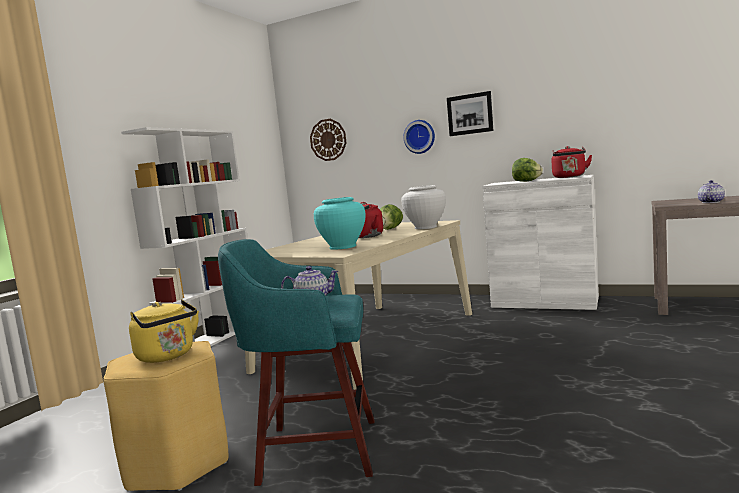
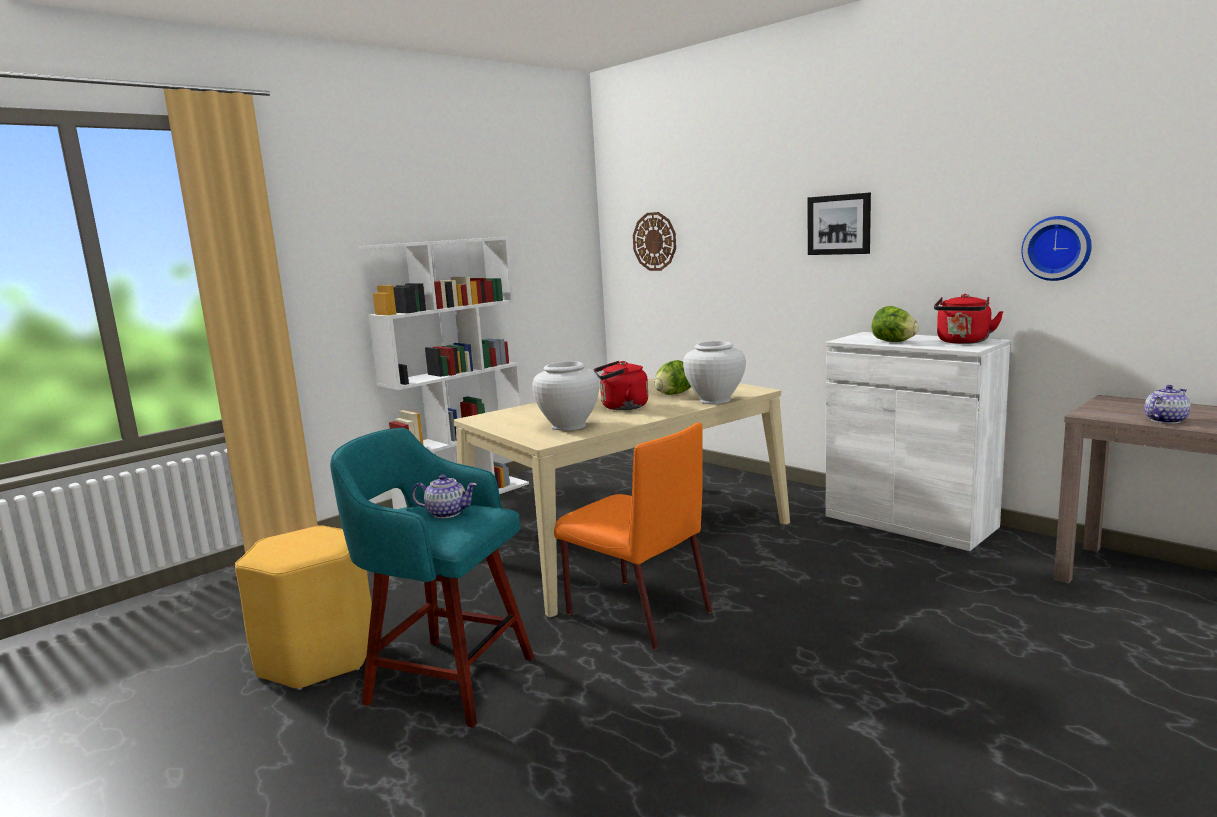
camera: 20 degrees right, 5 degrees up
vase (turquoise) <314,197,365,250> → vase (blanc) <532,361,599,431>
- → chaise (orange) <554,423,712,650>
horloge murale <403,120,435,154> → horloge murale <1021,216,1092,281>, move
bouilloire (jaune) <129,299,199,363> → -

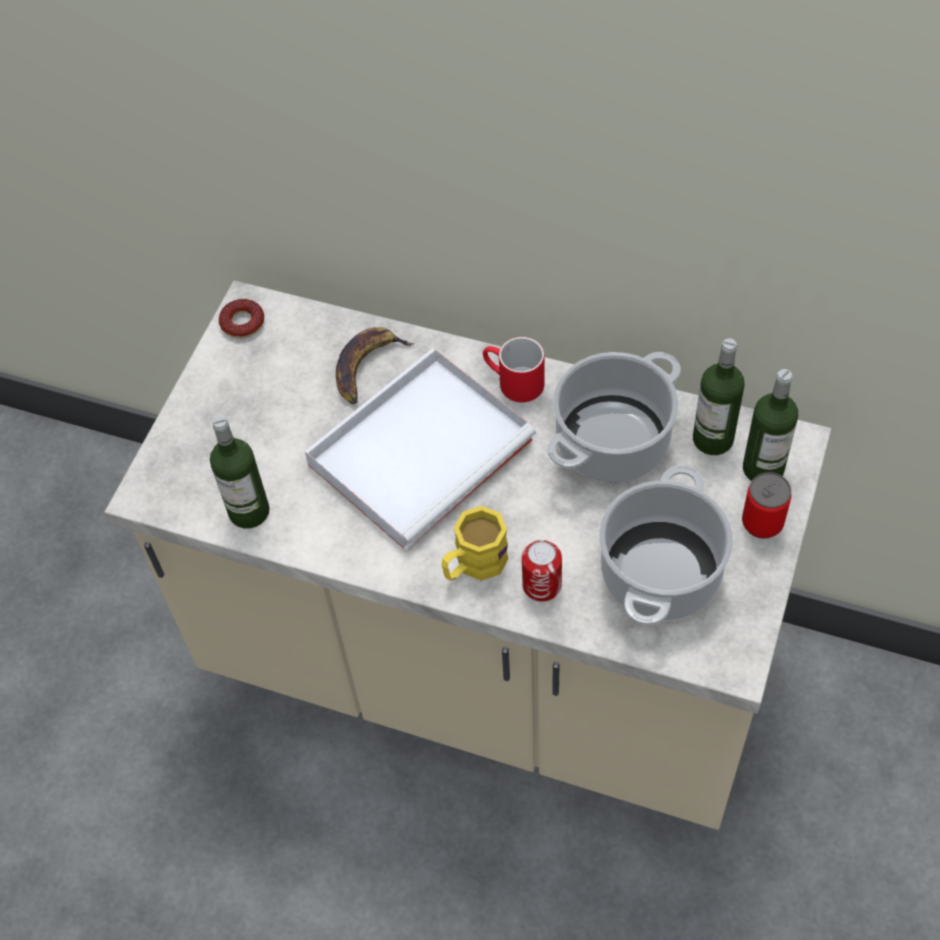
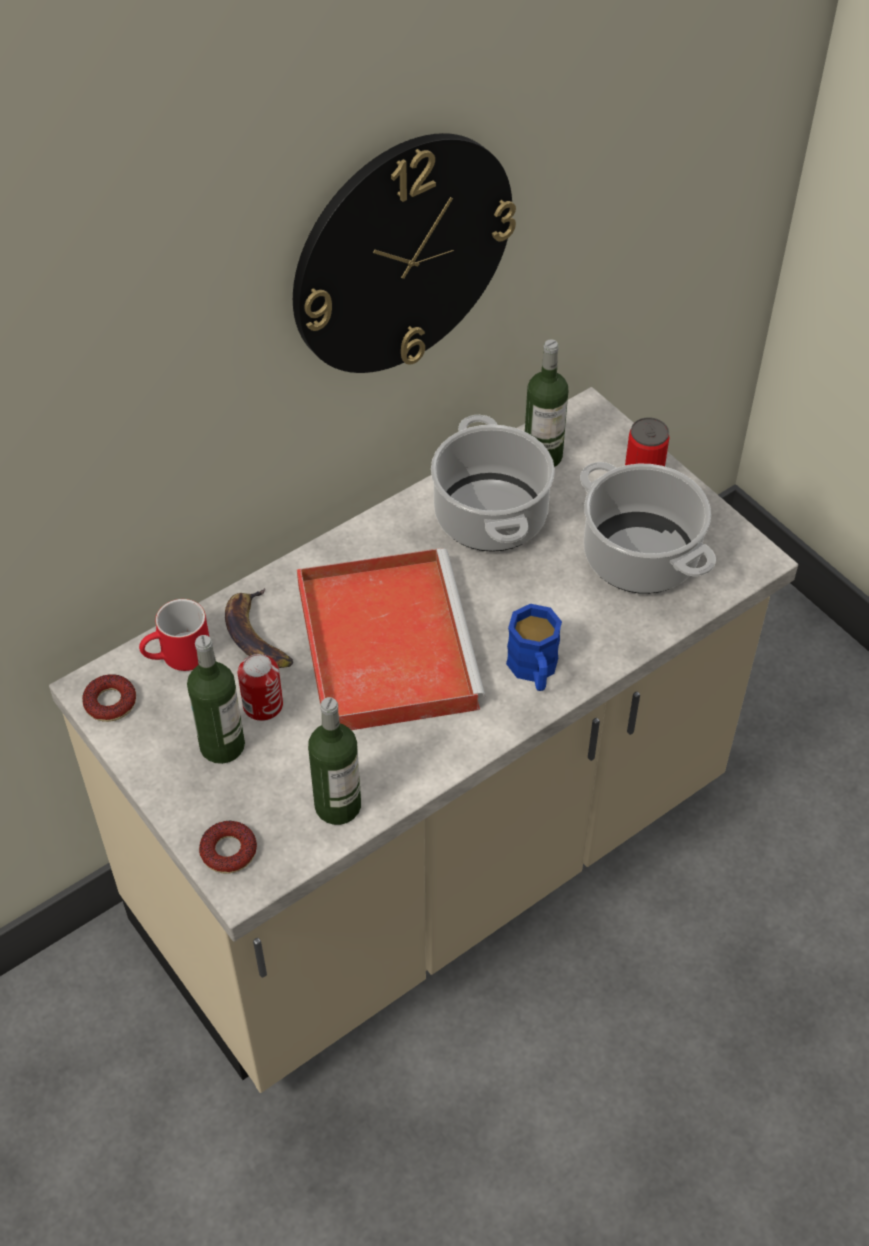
camera: 60 degrees left, 5 degrees down
mug (rouge) <483,337,544,402> → mug (rouge) <139,599,209,671>, move
bouteille <743,369,798,481> → bouteille <187,635,245,764>, move
- → beignet <199,821,257,874>
boîte métallique <522,540,562,601> → boîte métallique <238,654,283,721>, move
- → horloge murale <293,133,516,373>
plateau (blanc) <305,348,536,550> → plateau (rouge) <297,548,486,730>
mug (jaune) <441,506,509,581> → mug (bleu) <506,604,562,691>

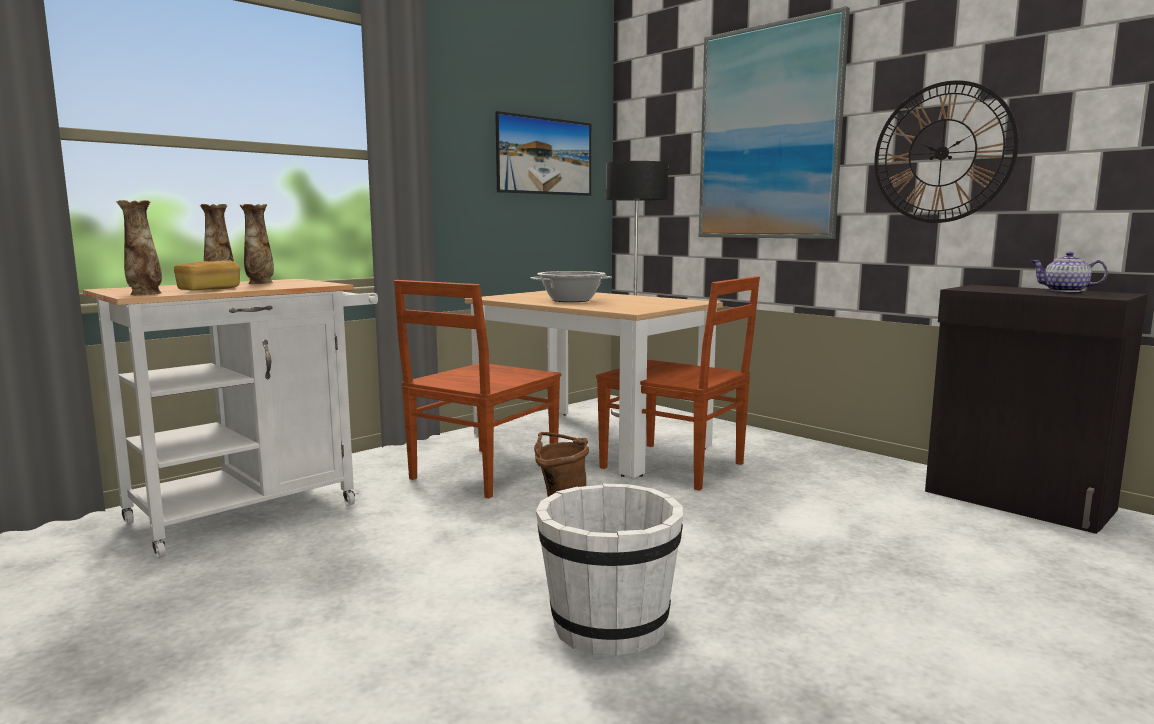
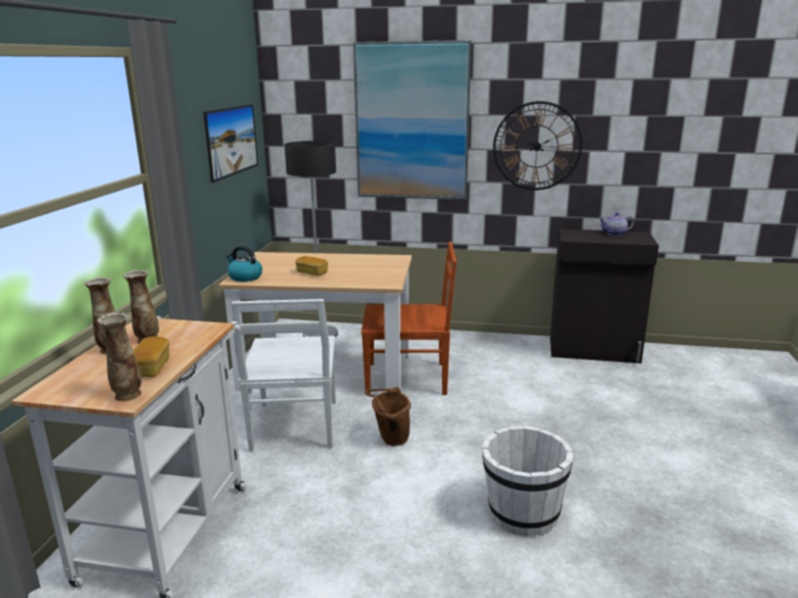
camera: 35 degrees left, 10 degrees up
- → bouilloire <226,246,262,282>
chaise (marron) <394,280,561,498> → chaise (blanc) <232,299,336,452>
marmite <530,271,612,302> → pain <295,256,328,276>

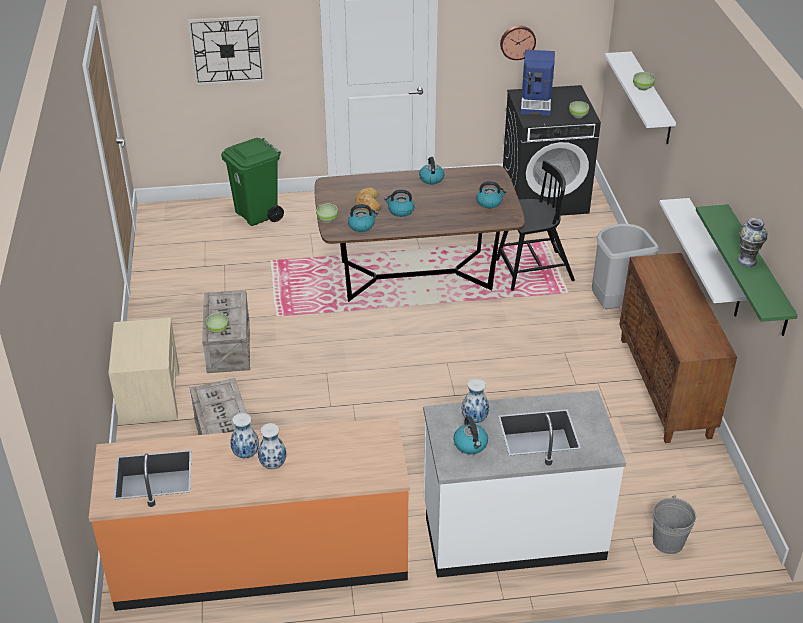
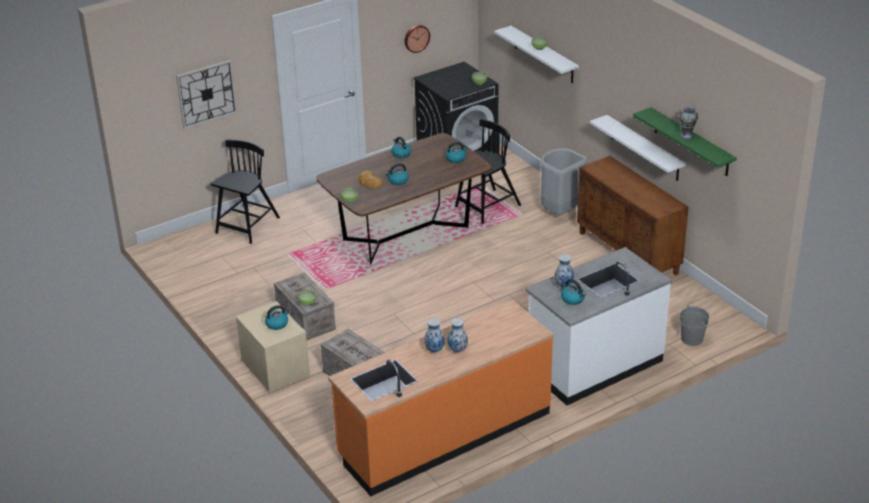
camera: 25 degrees left, 5 degrees down
poubelle (vert) <221,138,284,226> → chaise (noir) <211,140,280,244>
bouilloire <348,204,378,232> → bouilloire <265,305,290,330>, move
machine à café <520,50,555,116> → -

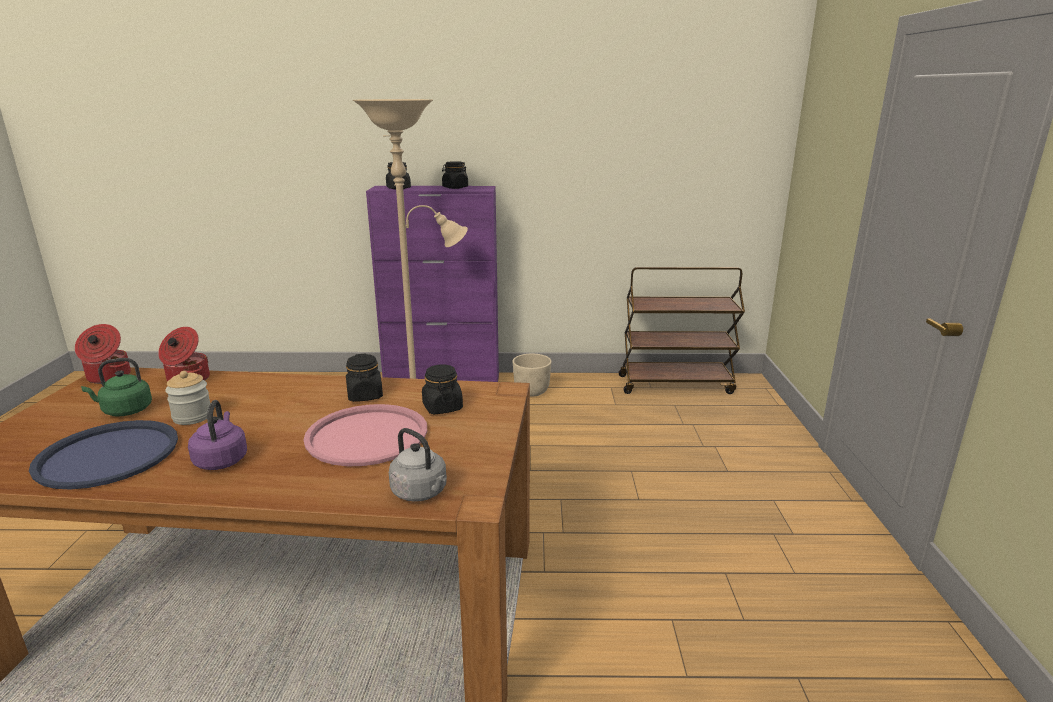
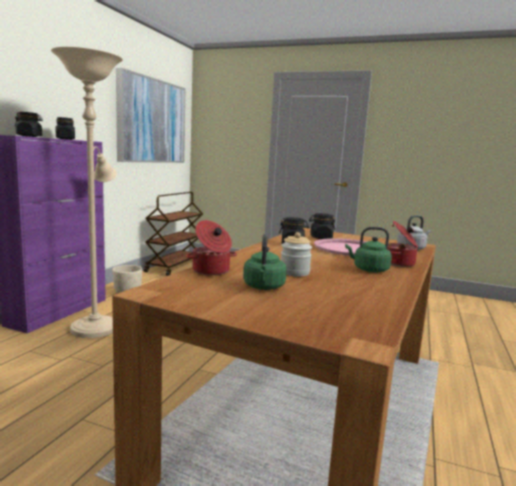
camera: 70 degrees left, 10 degrees down
- → tableau <116,68,186,163>
bouilloire (violet) <188,400,247,470> → bouilloire (vert) <345,227,392,273>
marmite <75,324,131,384> → marmite <387,221,418,267>, move
plateau (bleu) <29,420,178,489> → -

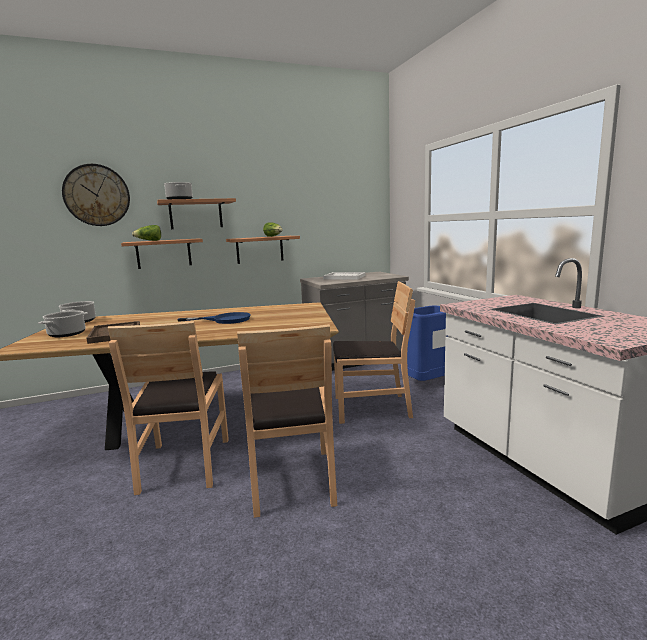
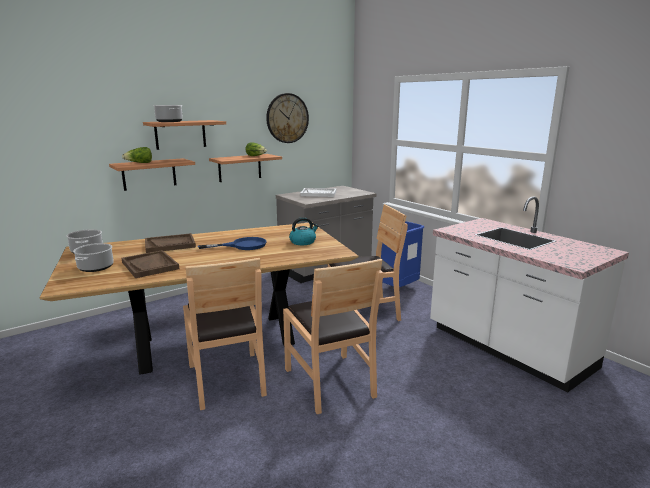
camera: 15 degrees left, 5 degrees up
- → plateau (marron) <145,233,196,253>
horloge murale <62,164,130,226> → horloge murale <266,93,309,143>, move
- → bouilloire <289,217,319,245>

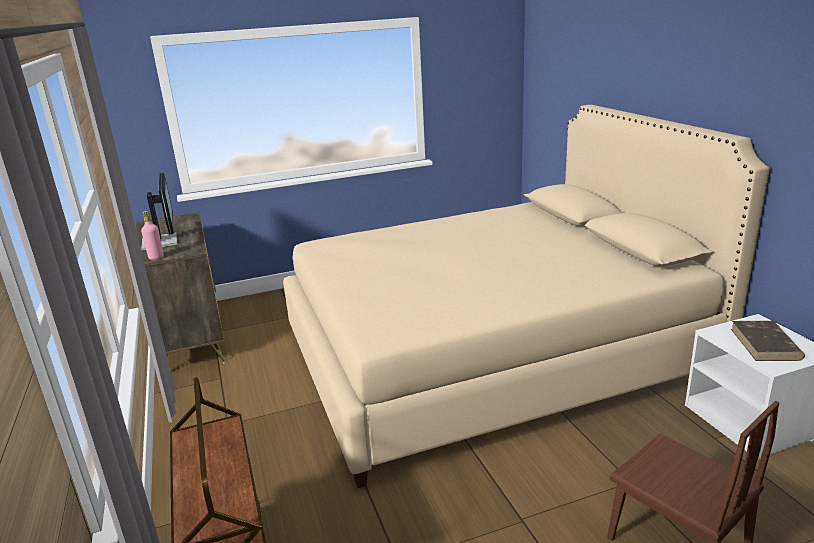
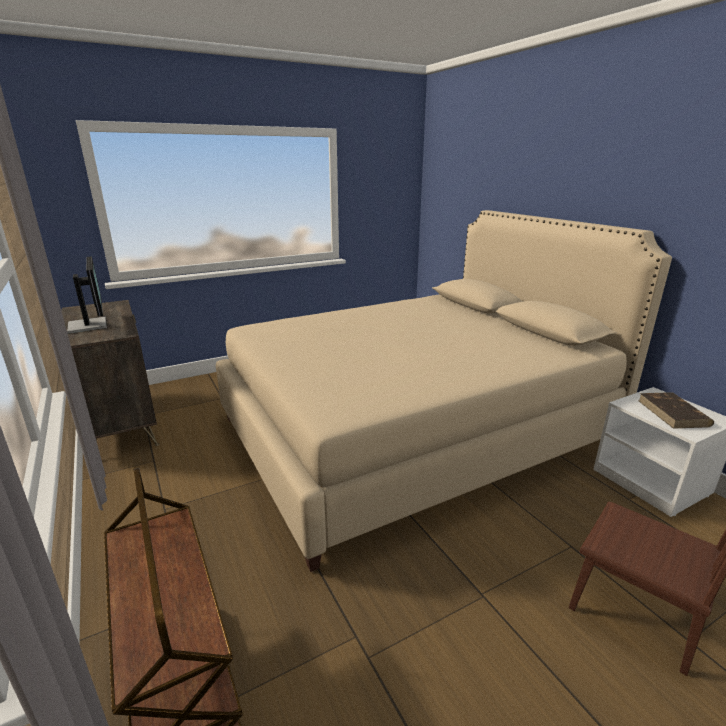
camera: 10 degrees left, 0 degrees up
bouteille (rose) <141,211,164,260> → -

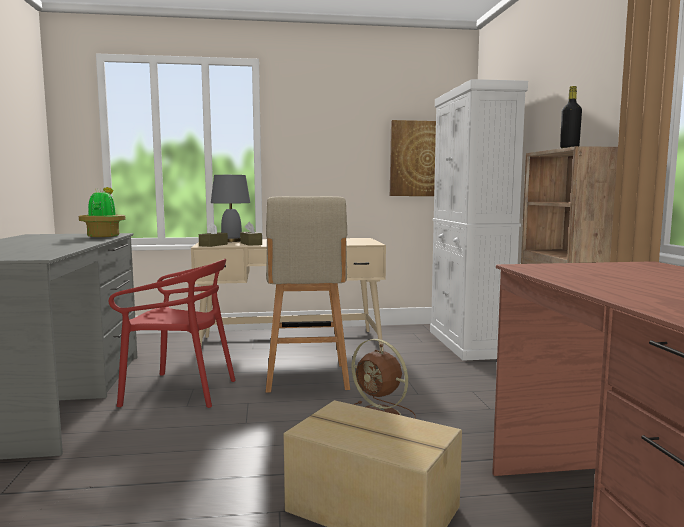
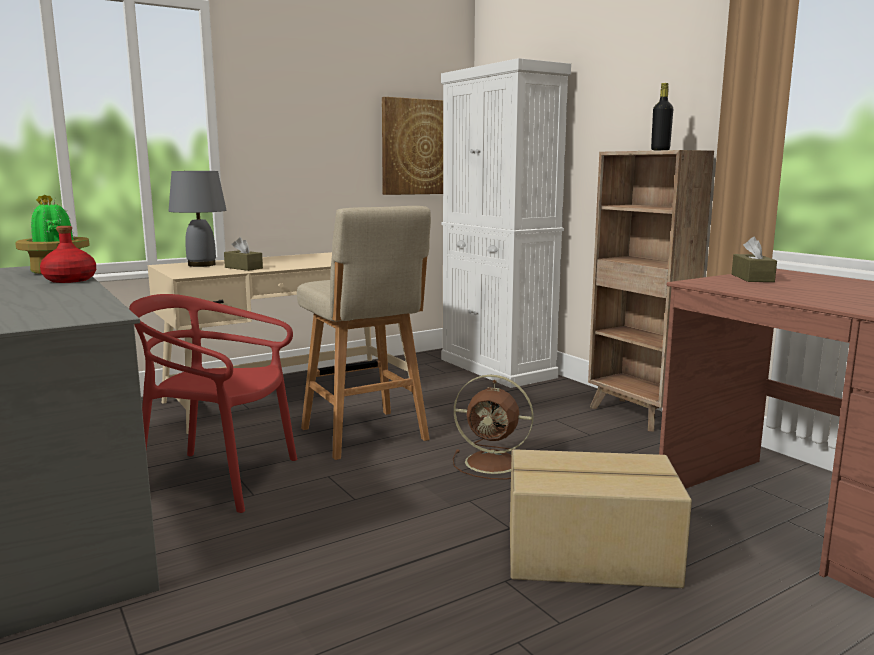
camera: 25 degrees left, 5 degrees up
- → bouteille (rouge) <40,226,96,283>
chaise (rouge) <109,259,236,408> → chaise (rouge) <129,294,297,513>, 150 degrees counterclockwise
boîte à mouchoirs (marron) <199,222,228,247> → boîte à mouchoirs (marron) <732,236,777,282>, move

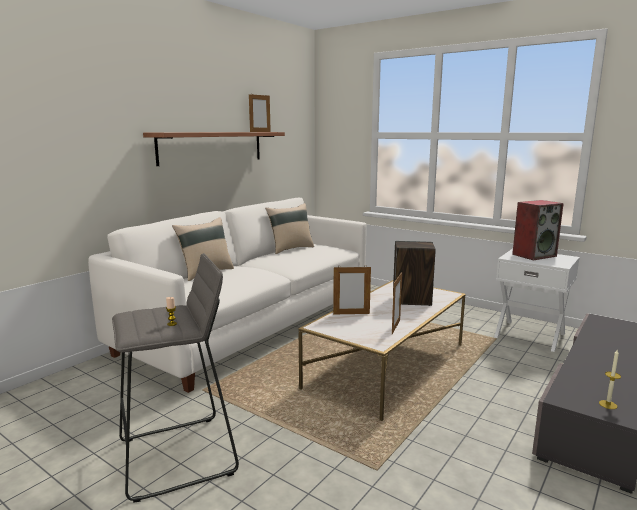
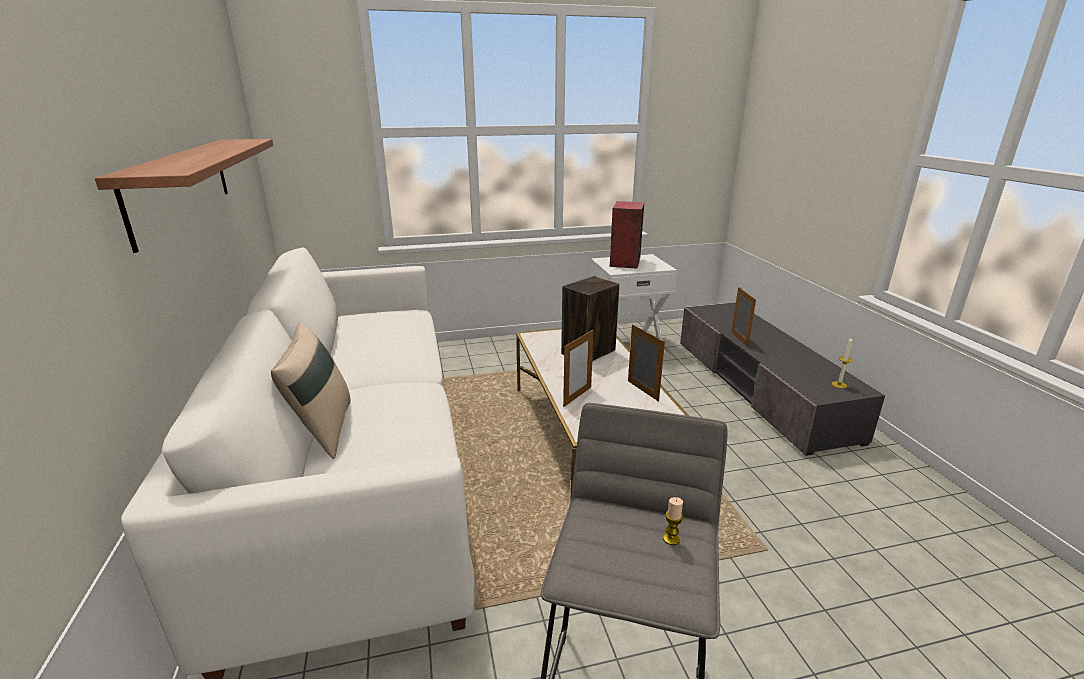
camera: 50 degrees left, 10 degrees up
cadre photo <249,94,271,132> → cadre photo <731,287,756,348>, move
coussin (beige) <265,203,314,254> → -

